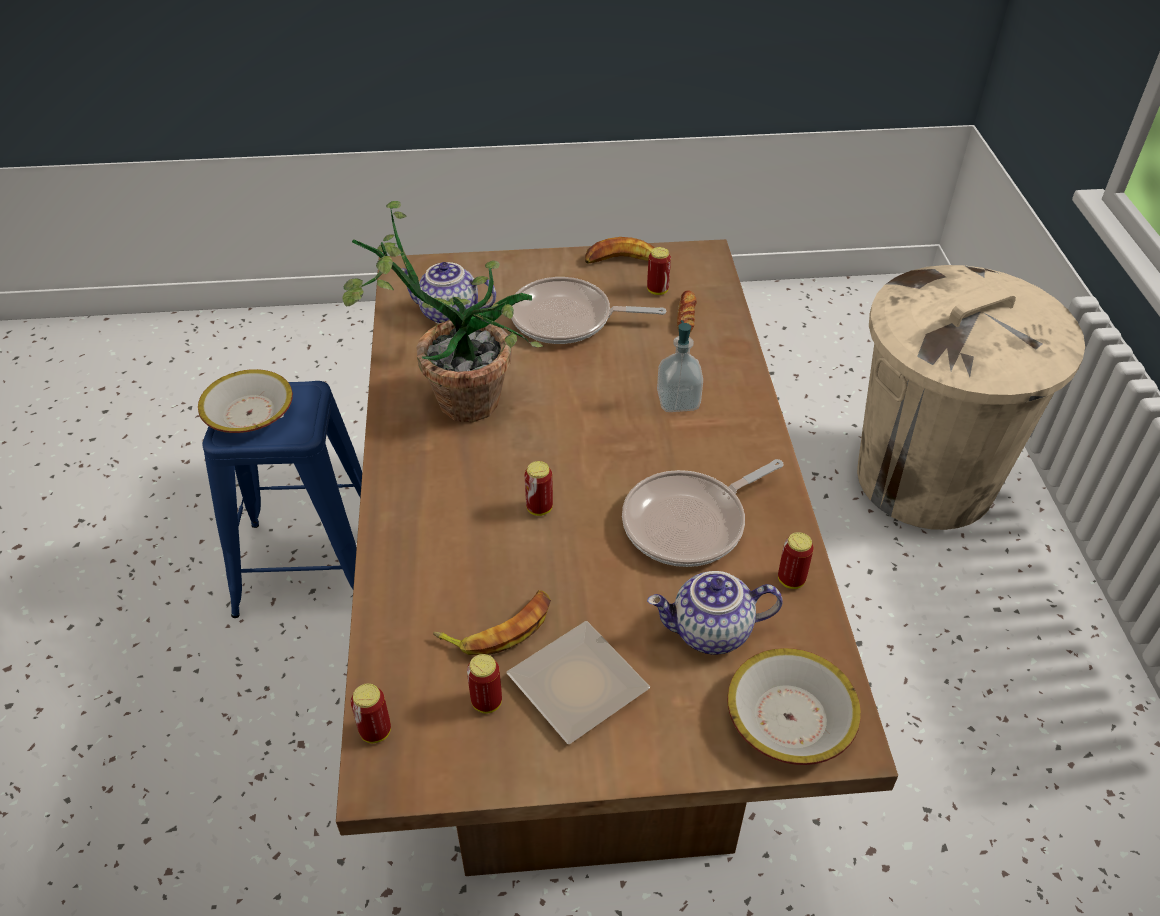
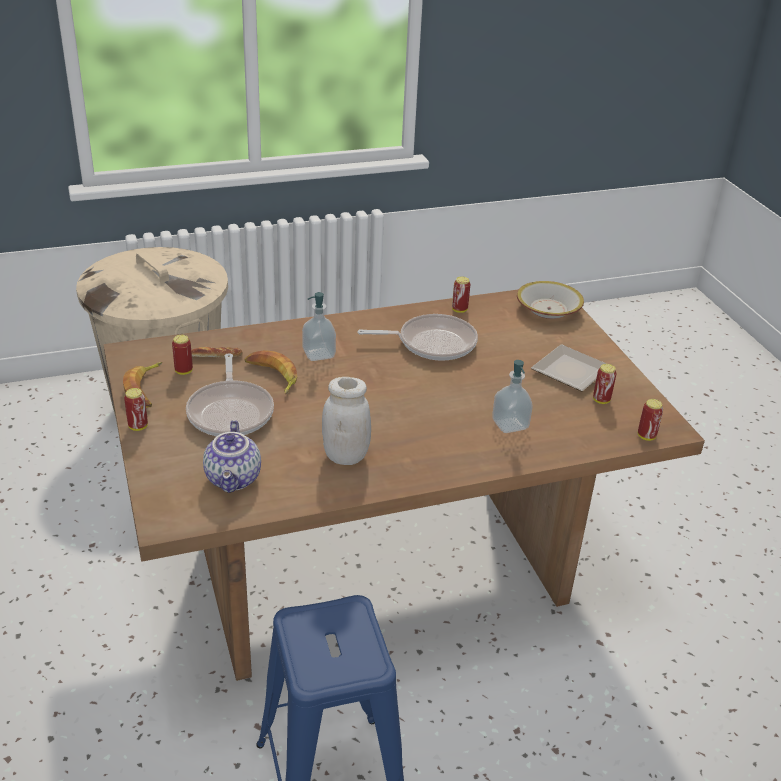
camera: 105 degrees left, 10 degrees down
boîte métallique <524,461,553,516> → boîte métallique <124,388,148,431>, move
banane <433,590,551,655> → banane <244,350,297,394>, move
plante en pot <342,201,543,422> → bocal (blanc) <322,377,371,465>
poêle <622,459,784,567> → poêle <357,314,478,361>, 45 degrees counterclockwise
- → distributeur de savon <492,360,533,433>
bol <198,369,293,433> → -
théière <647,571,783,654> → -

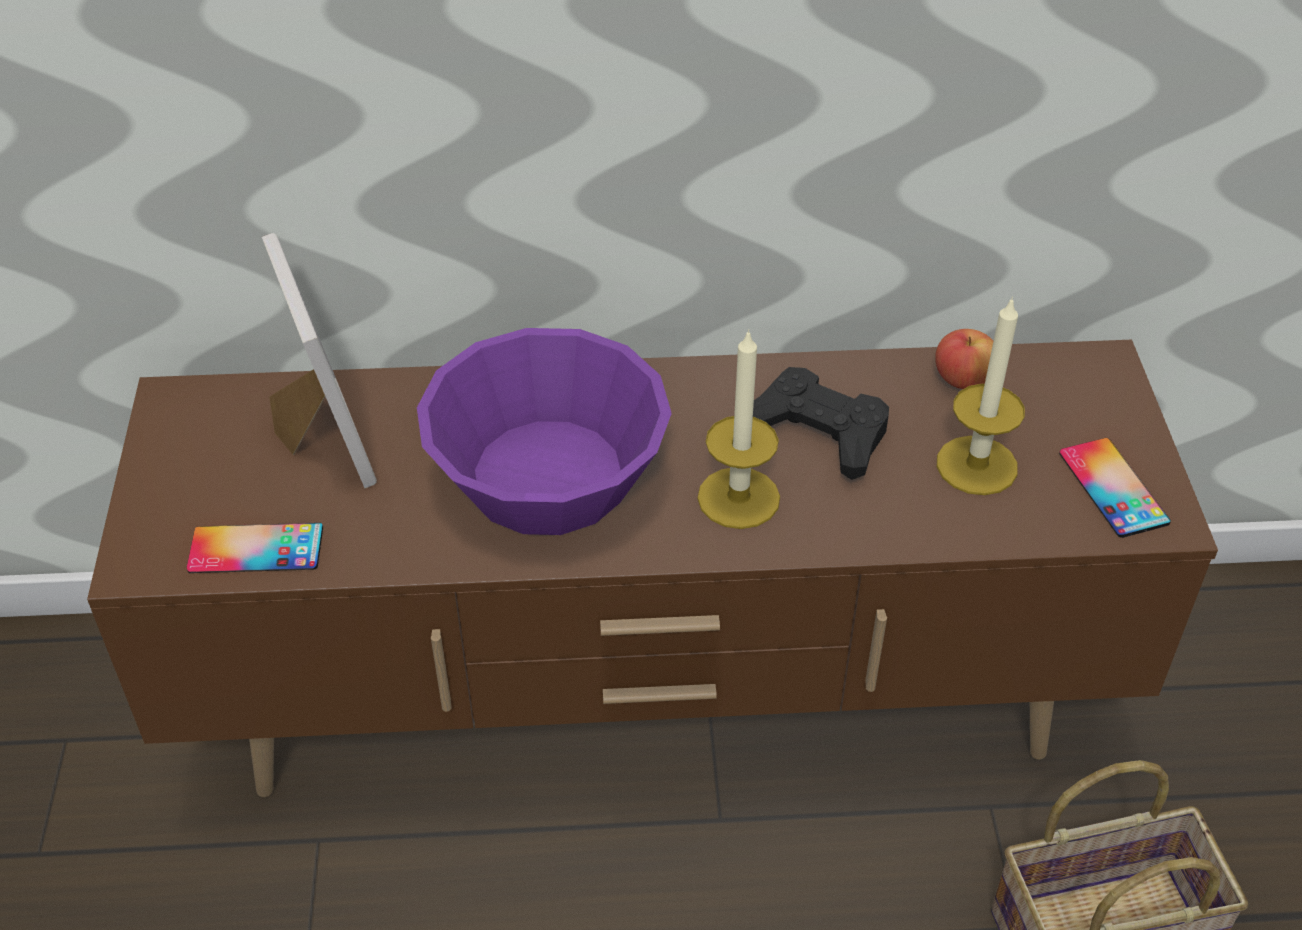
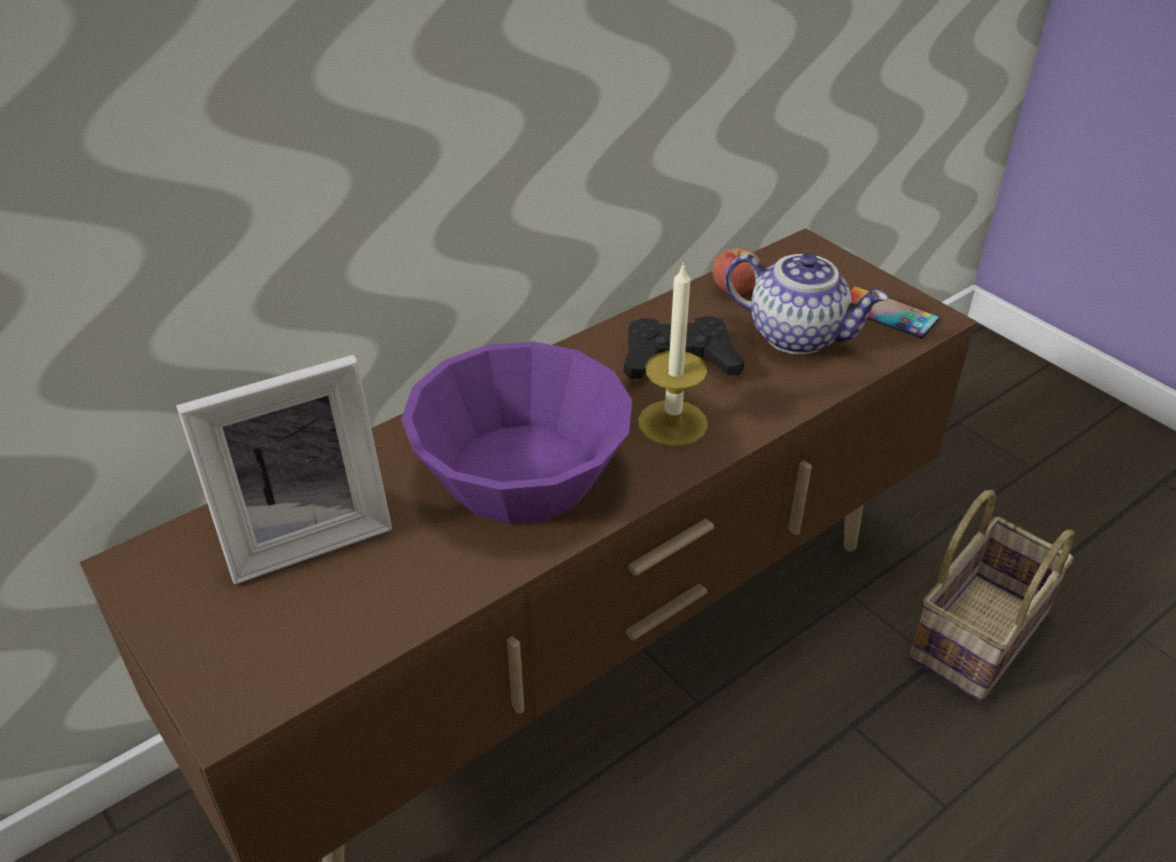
camera: 35 degrees left, 5 degrees down
cadre photo <262,233,377,488> → cadre photo <176,355,392,584>, 120 degrees clockwise
bougie <937,296,1025,495> → théière <725,253,888,355>
téléphone <187,523,323,573> → -

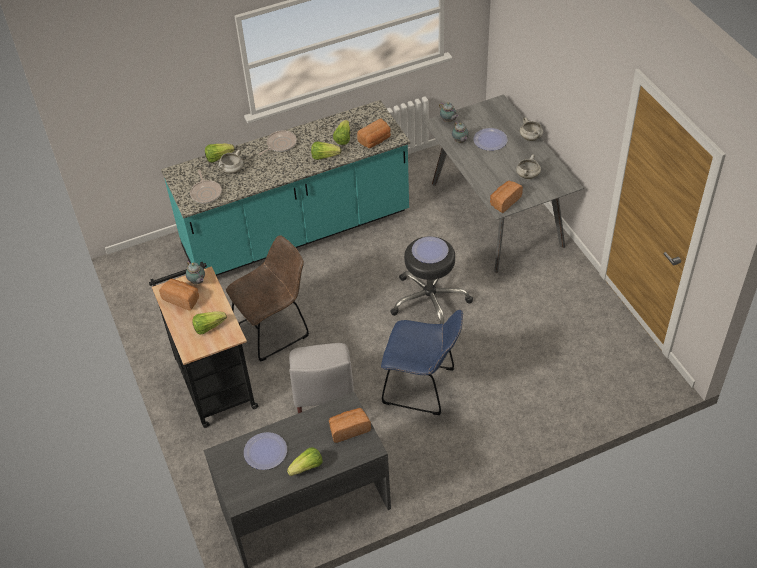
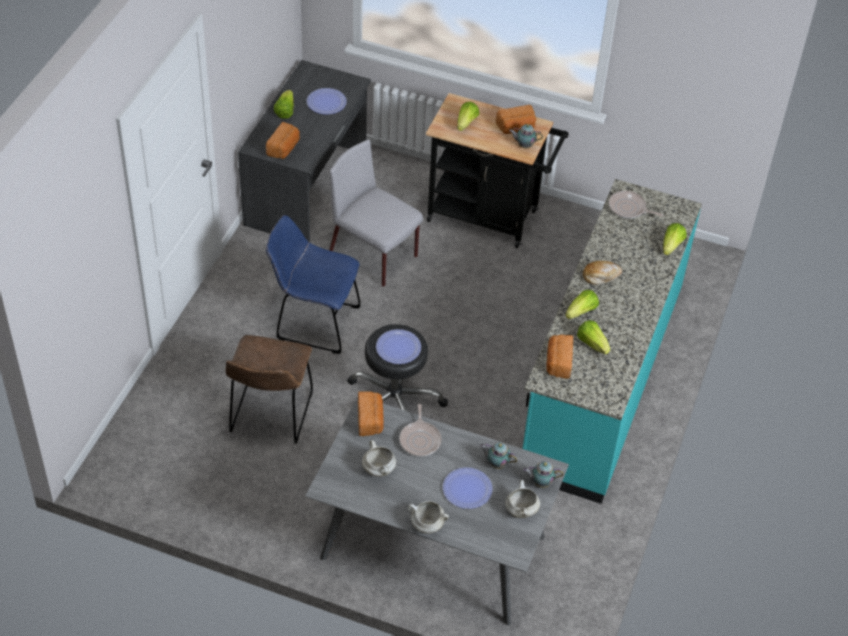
camera: 130 degrees right, 0 degrees up
chaise (marron) <226,235,309,361> → chaise (marron) <226,335,313,444>, move
chaise (bleu) <381,310,463,415> → chaise (bleu) <266,215,360,354>, 45 degrees clockwise
poêle <258,130,297,155> → poêle <399,404,441,457>, move
marmite (blanc) <218,150,243,174> → marmite (blanc) <505,480,540,518>, move
- → pain <583,261,622,284>

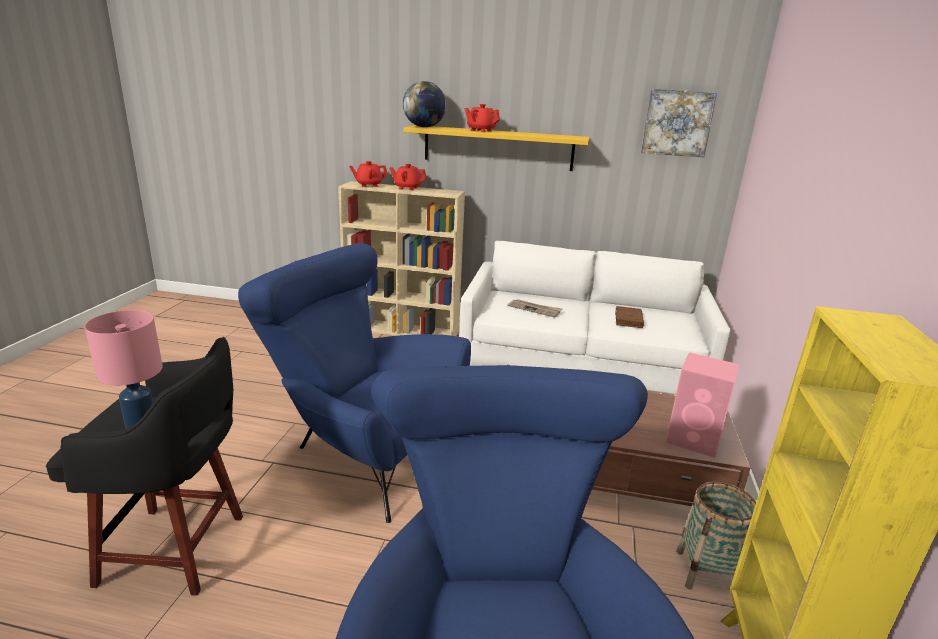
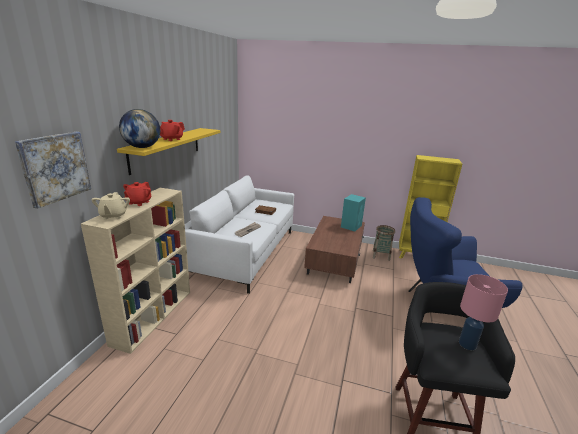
camera: 85 degrees left, 0 degrees up
tableau <641,89,717,158> → tableau <15,132,91,209>, move
théière (rouge) <349,161,388,187> → théière (beige) <92,192,130,219>
enceinte (rose) <666,352,740,458> → enceinte (turquoise) <341,194,366,231>
fauteuil (bleu) <238,243,471,523> → -

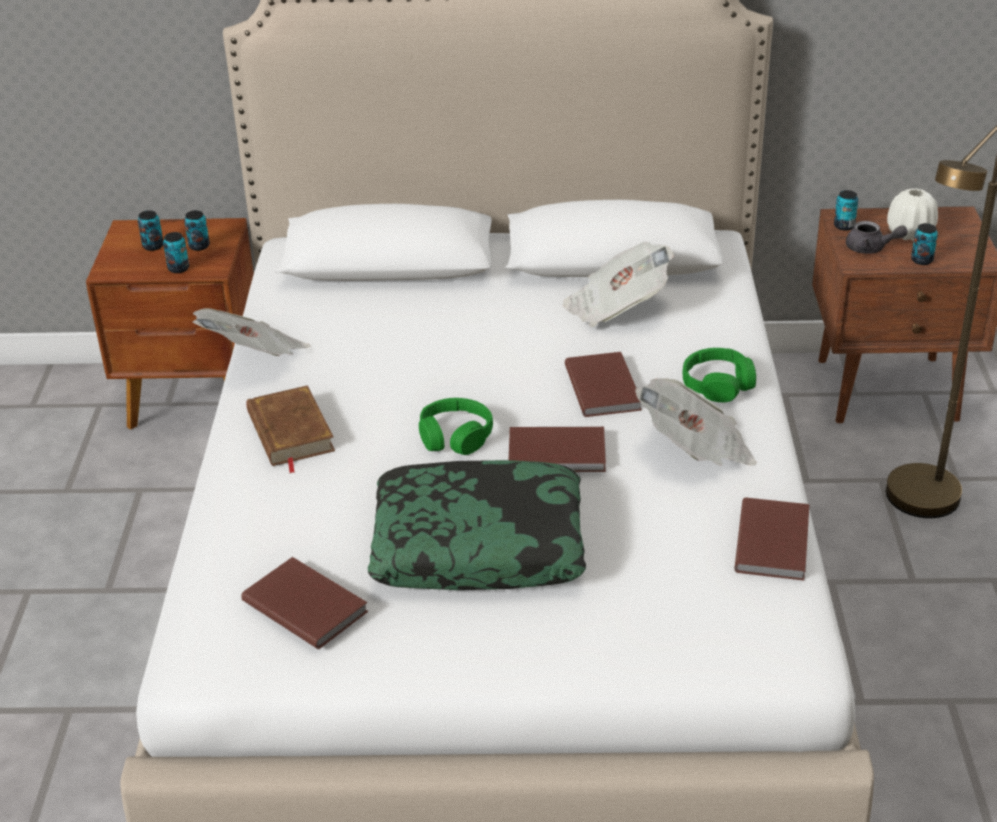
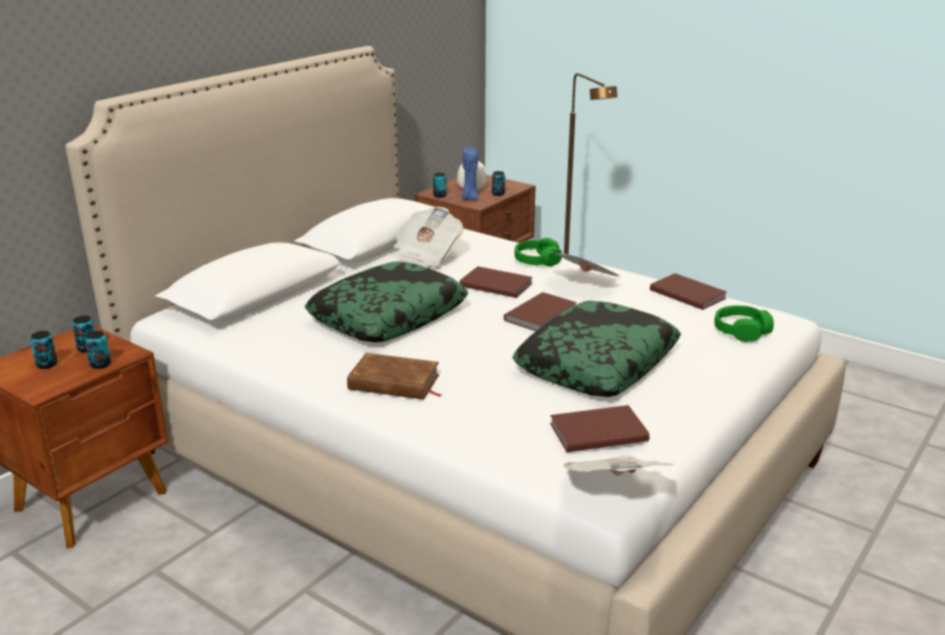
camera: 55 degrees left, 10 degrees down
- → coussin <305,262,468,342>
théière (gris) <846,221,908,254> → bougie (bleu) <462,147,479,200>
journal <193,308,310,356> → journal <564,455,673,476>, move
casque audio (vert) <419,398,493,455> → casque audio (vert) <714,305,774,342>, move

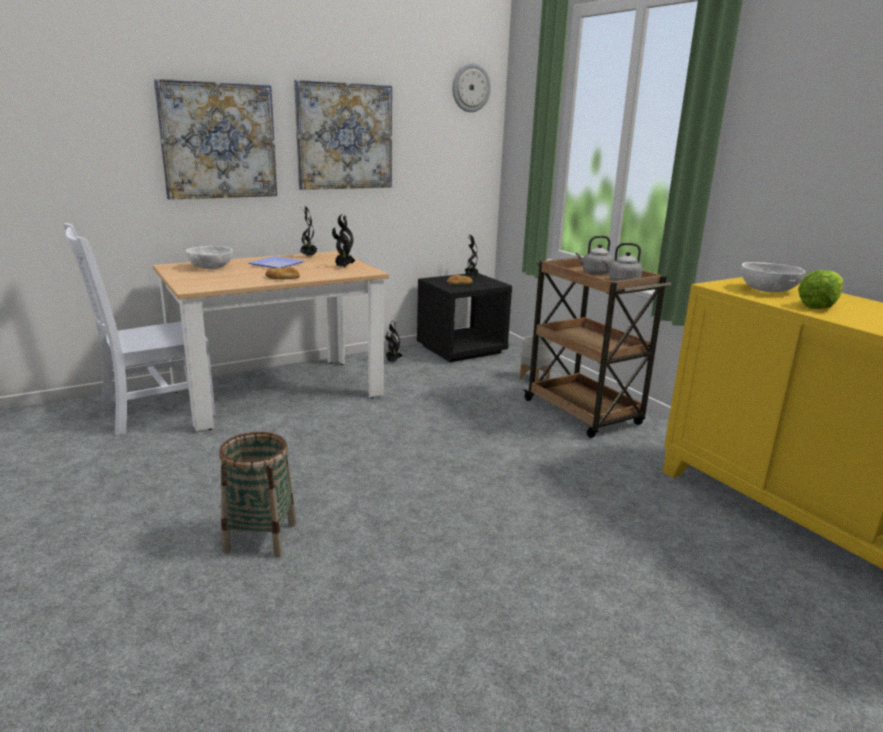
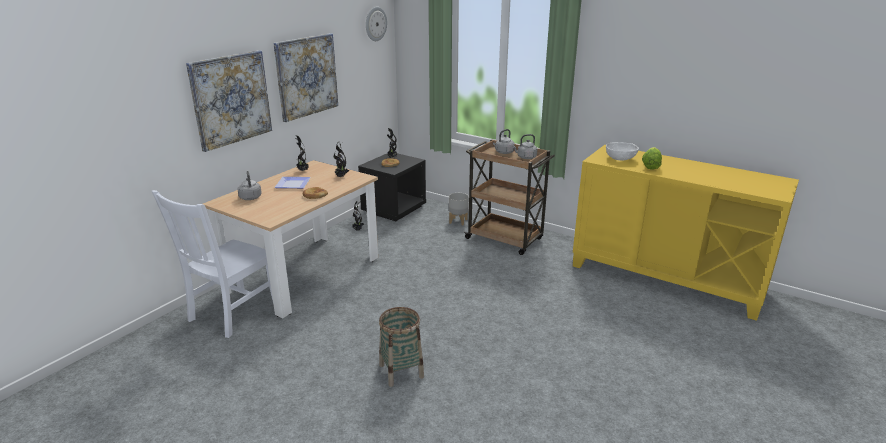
camera: 25 degrees left, 5 degrees up
bol (blanc) <186,246,233,269> → bouilloire (gris) <237,171,262,200>

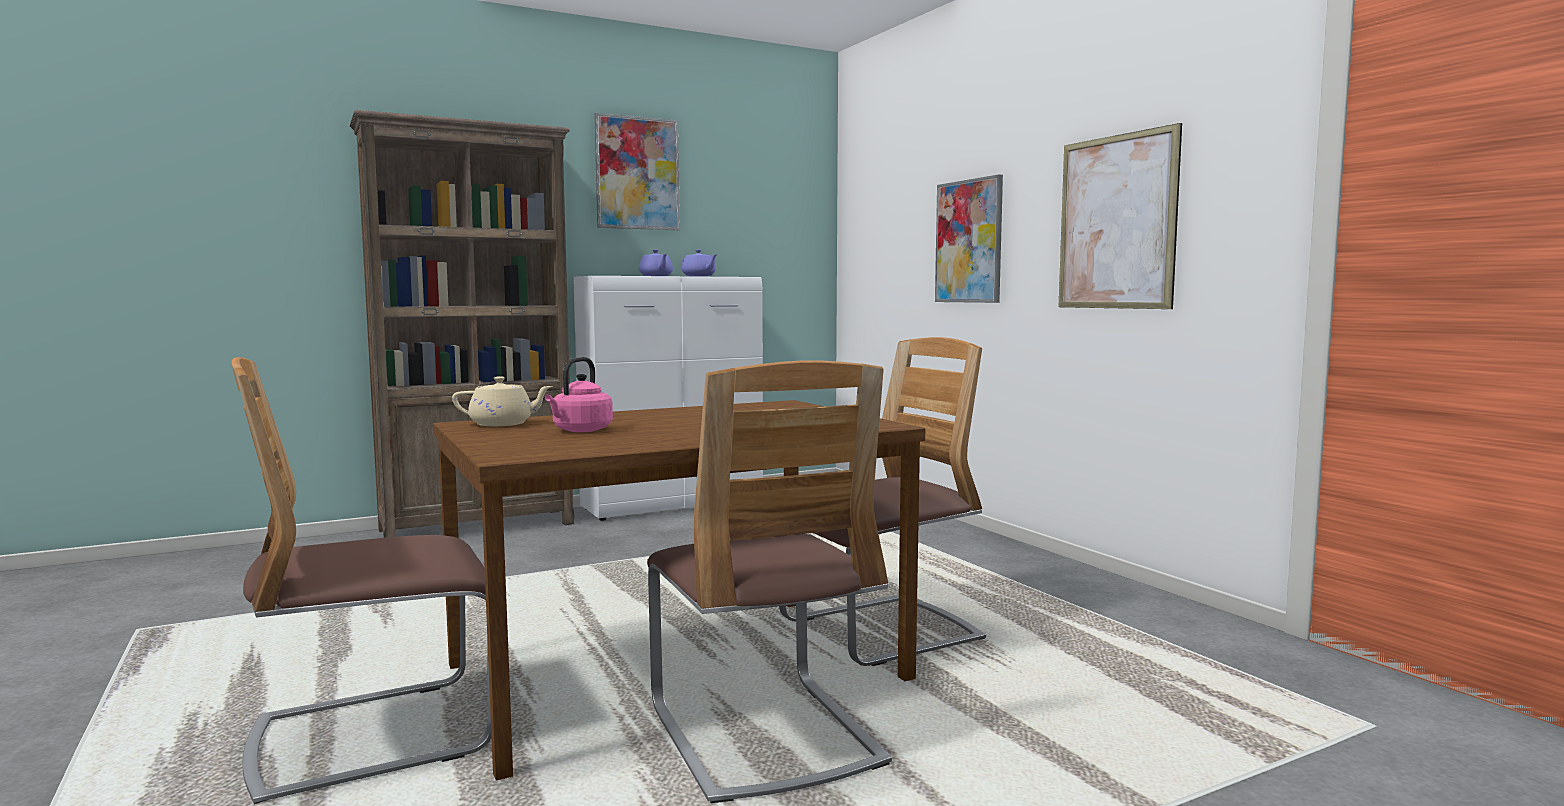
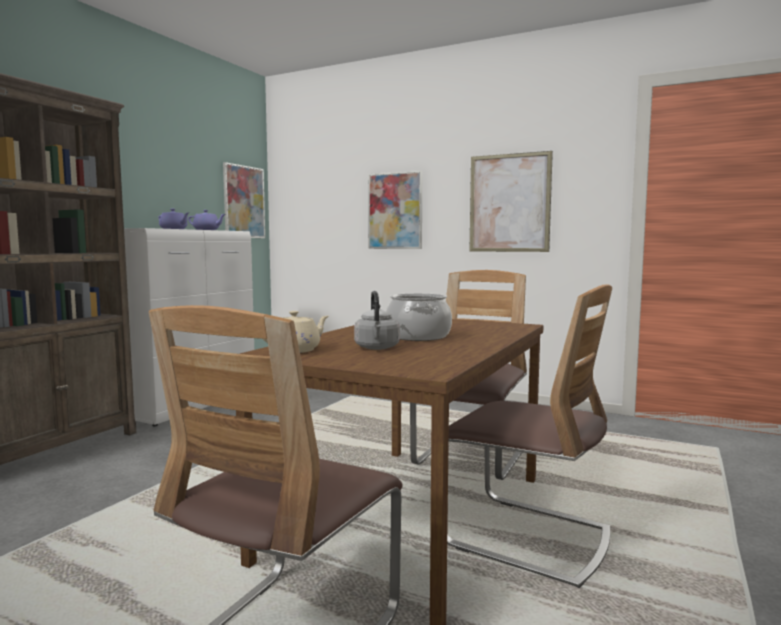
camera: 35 degrees left, 0 degrees up
tableau <594,113,680,230> → tableau <223,162,265,238>, move
bouilloire (rose) <545,357,613,432> → bouilloire (gris) <354,291,400,350>
- → marmite <386,293,452,341>

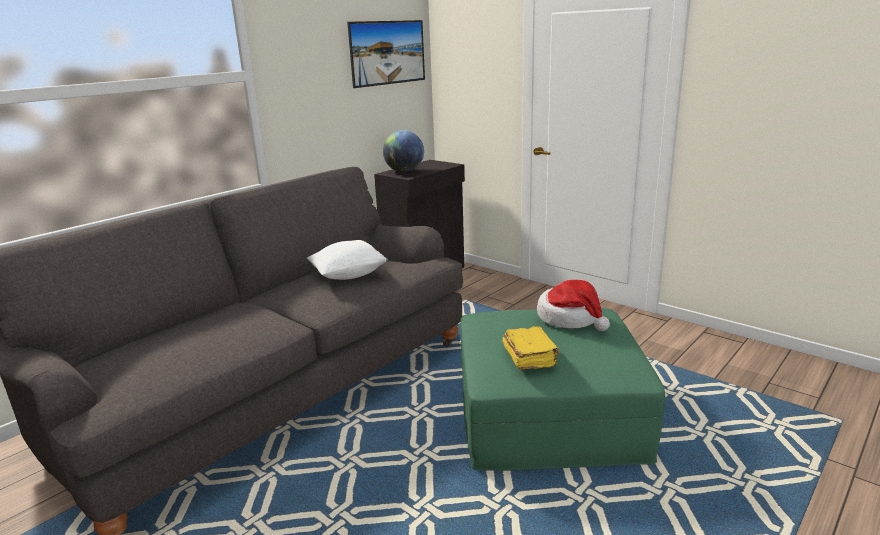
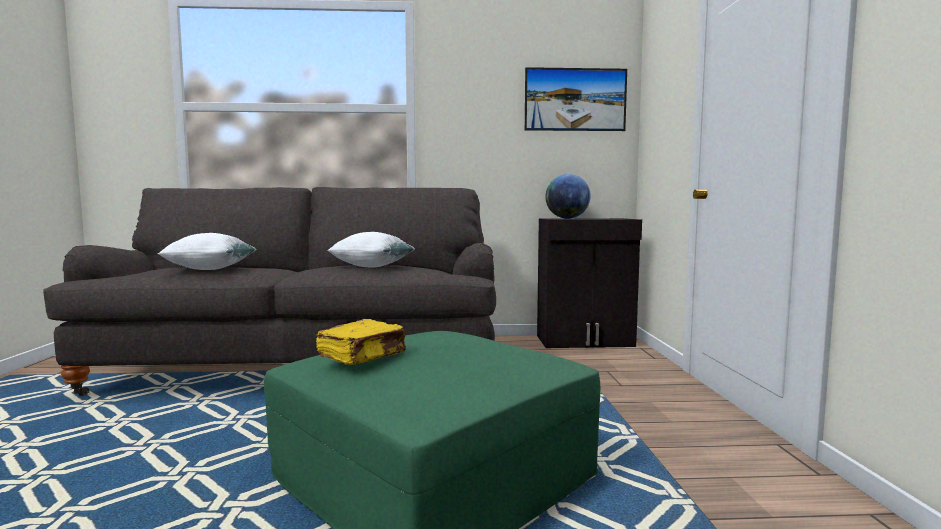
camera: 45 degrees right, 15 degrees down
- → coussin (blanc) <158,233,257,270>
chapeau <537,280,610,331> → -

